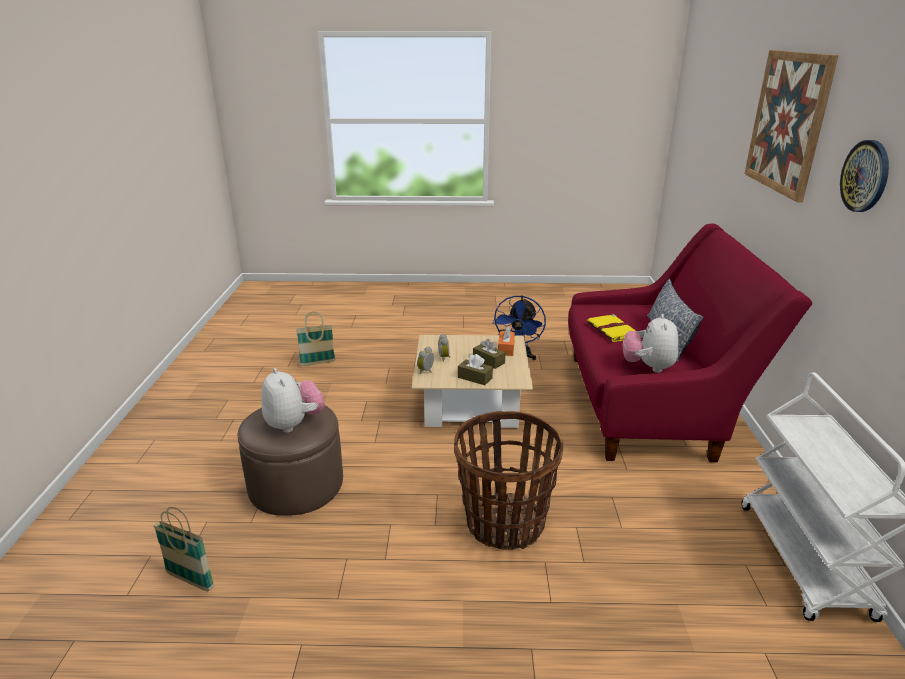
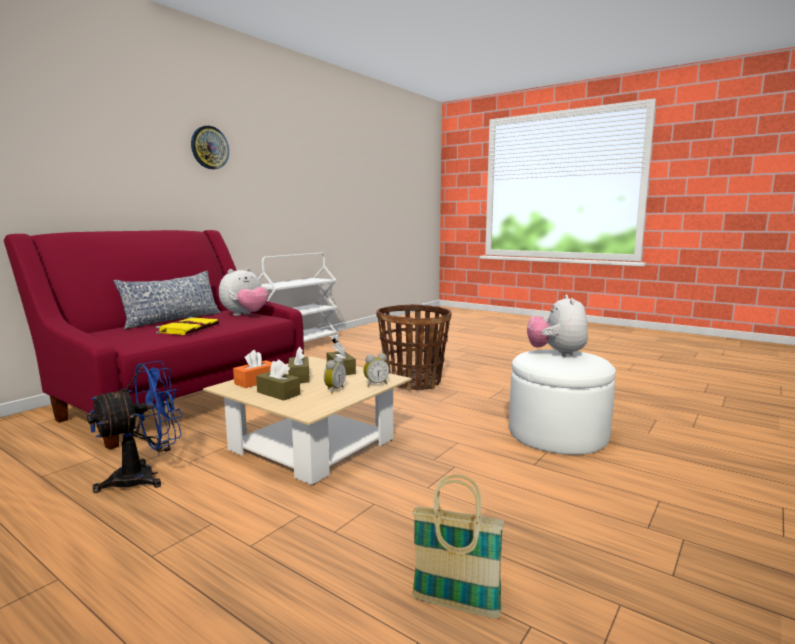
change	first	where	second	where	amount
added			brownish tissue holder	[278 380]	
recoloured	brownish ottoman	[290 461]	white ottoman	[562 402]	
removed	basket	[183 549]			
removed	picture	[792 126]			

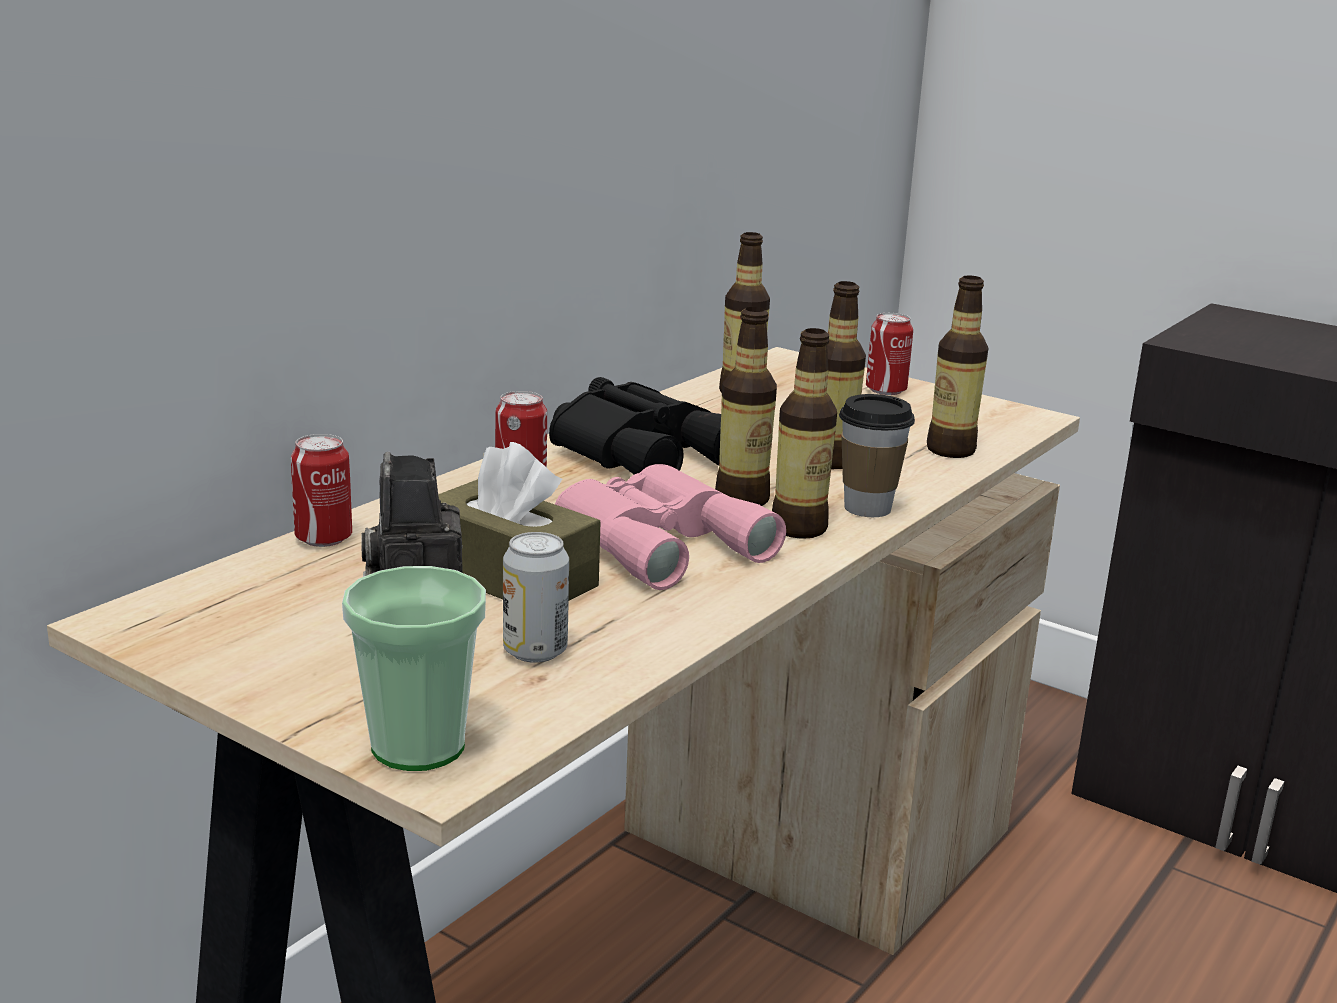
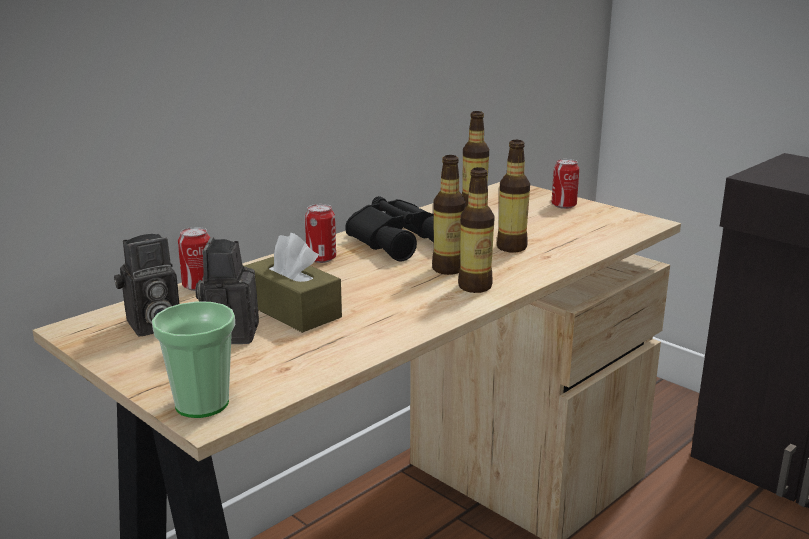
change	first	where	second	where	amount
added			still camera	[146 285]	
removed	can	[536 597]			
removed	pink-coloured field glasses	[670 527]			
removed	cup	[877 455]			
removed	drink bottle	[957 367]			

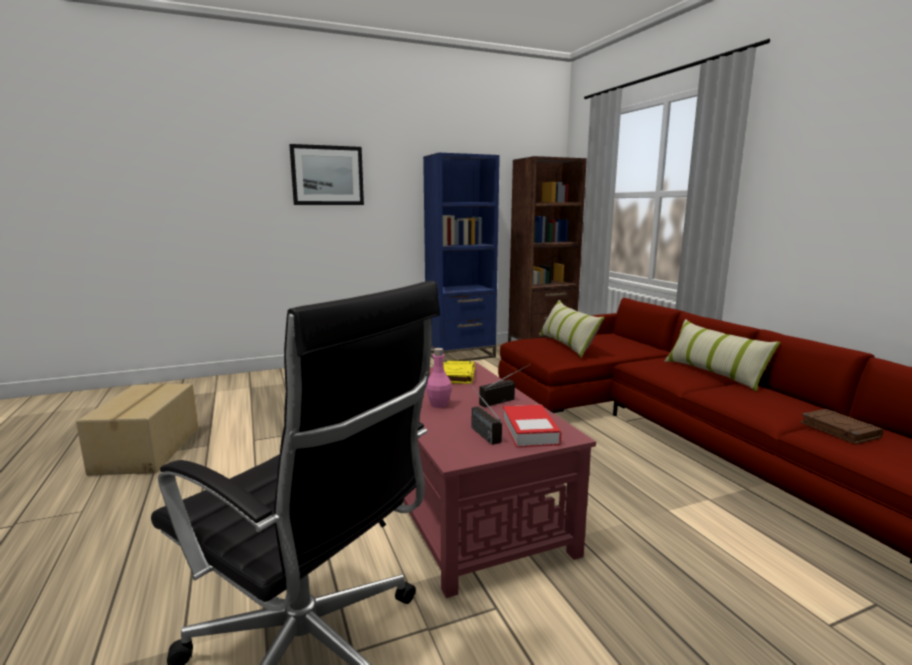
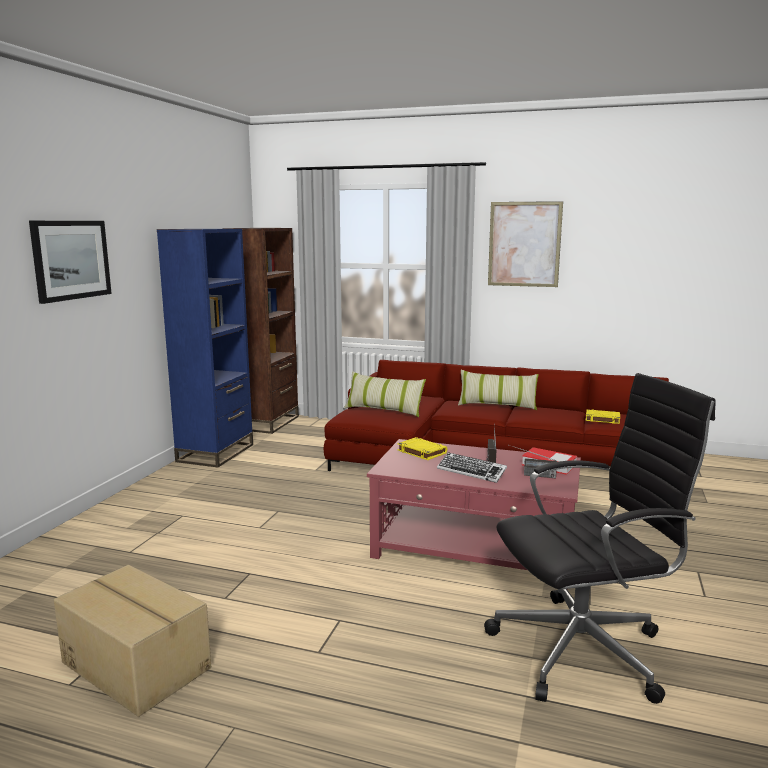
change	first	where	second	where	amount
replaced	pink-coloured drink bottle	[439 378]	PC keyboard	[472 467]	
added			picture	[525 244]	
recoloured	brownish bound book	[841 426]	yellow-coloured bound book	[602 416]	

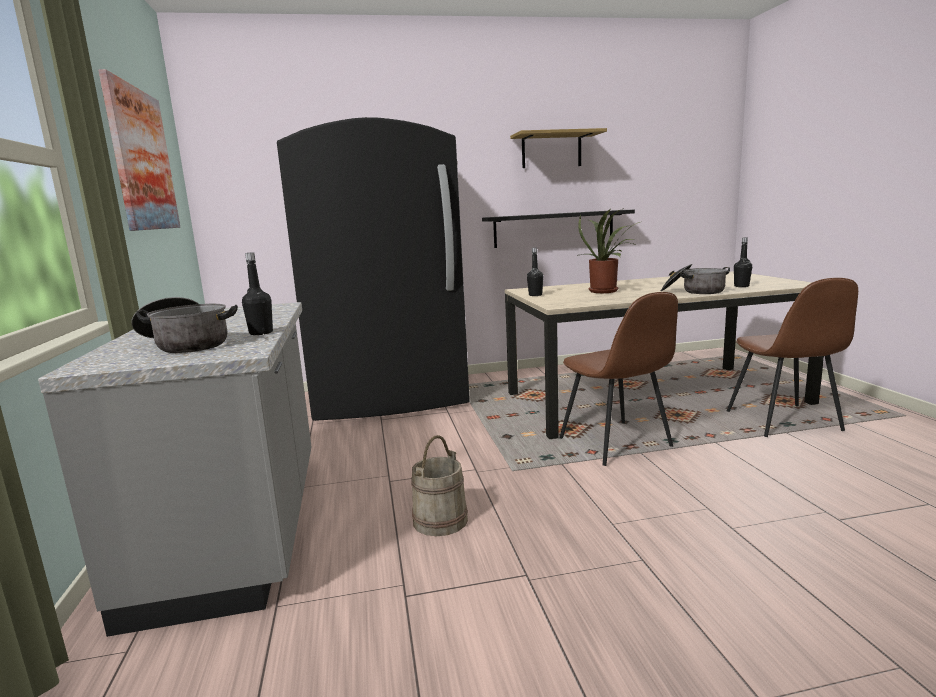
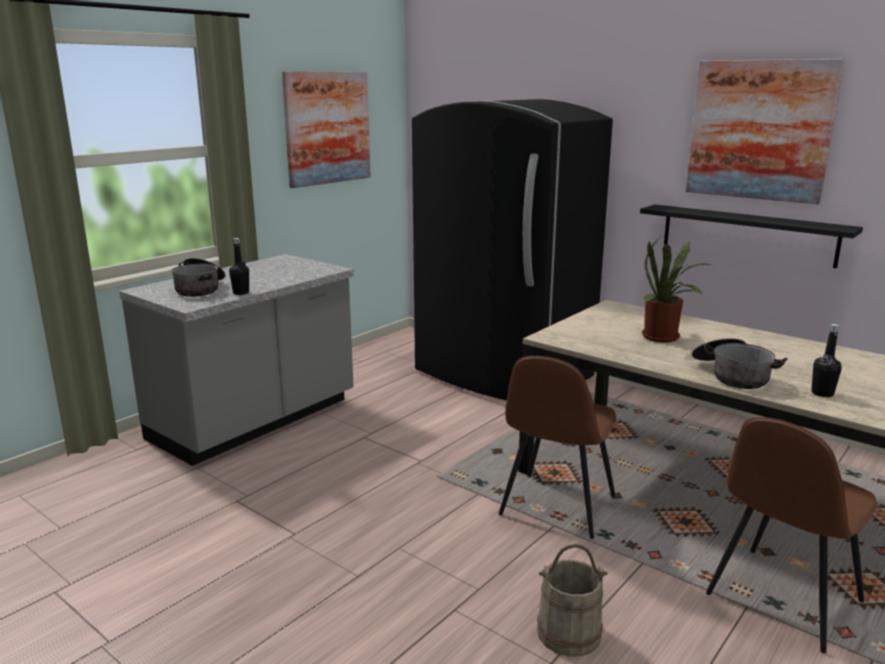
change	first	where	second	where	amount
moved	beige-coloured water bucket	[439 486]		[572 600]	
replaced	wall shelf	[558 148]	picture	[765 132]	
removed	black-coloured drink bottle	[535 272]			

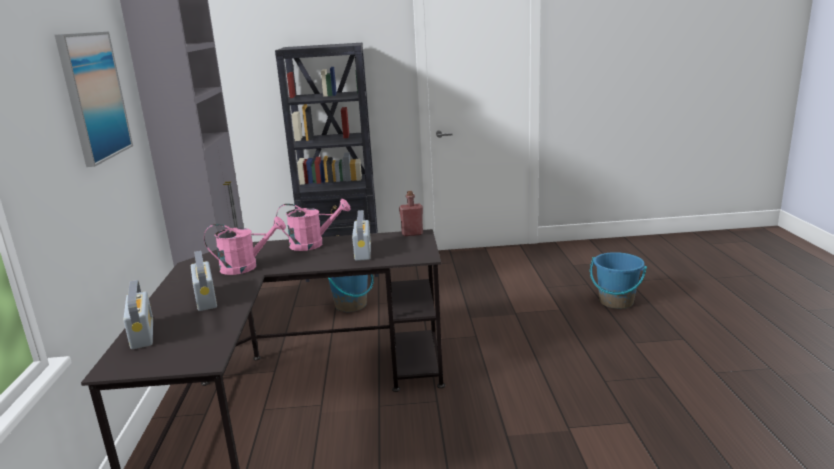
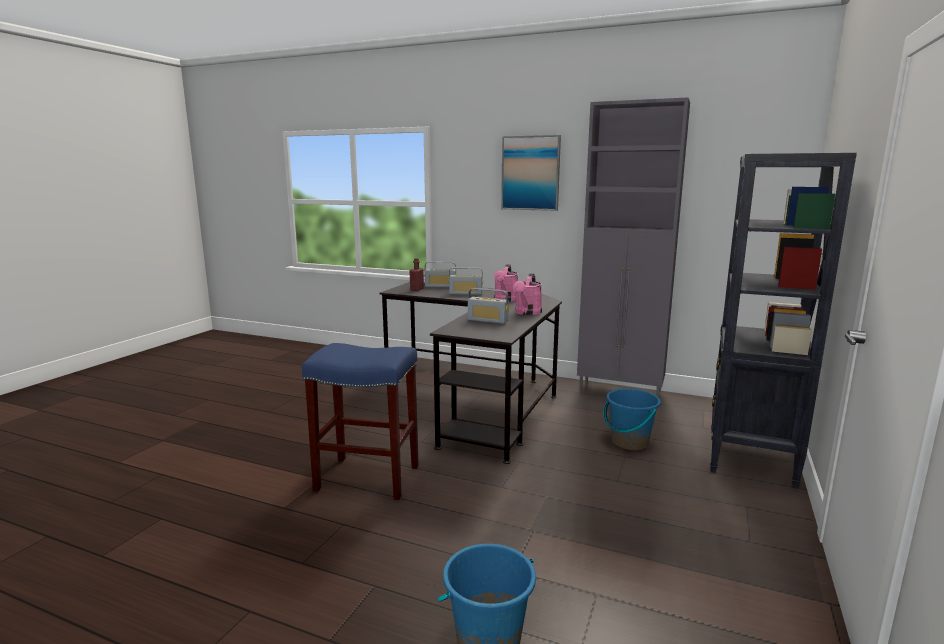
change	first	where	second	where	amount
added			bluish sitting stool	[360 421]	
moved	red drink bottle	[411 213]		[416 274]	

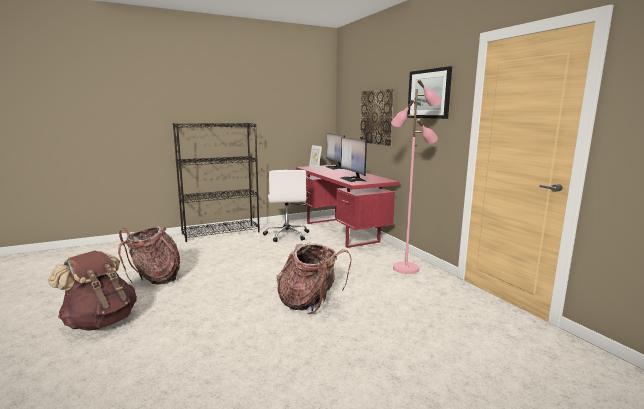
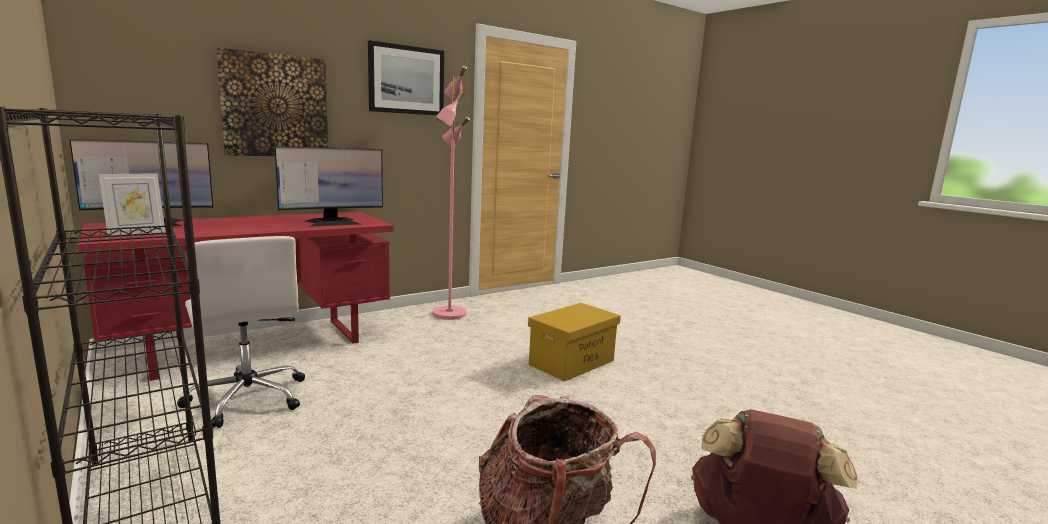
change	first	where	second	where	amount
turned	white office chair	[286 206]		[241 332]	75 degrees clockwise
replaced	backpack	[314 278]	yellow-coloured storage box	[574 342]	

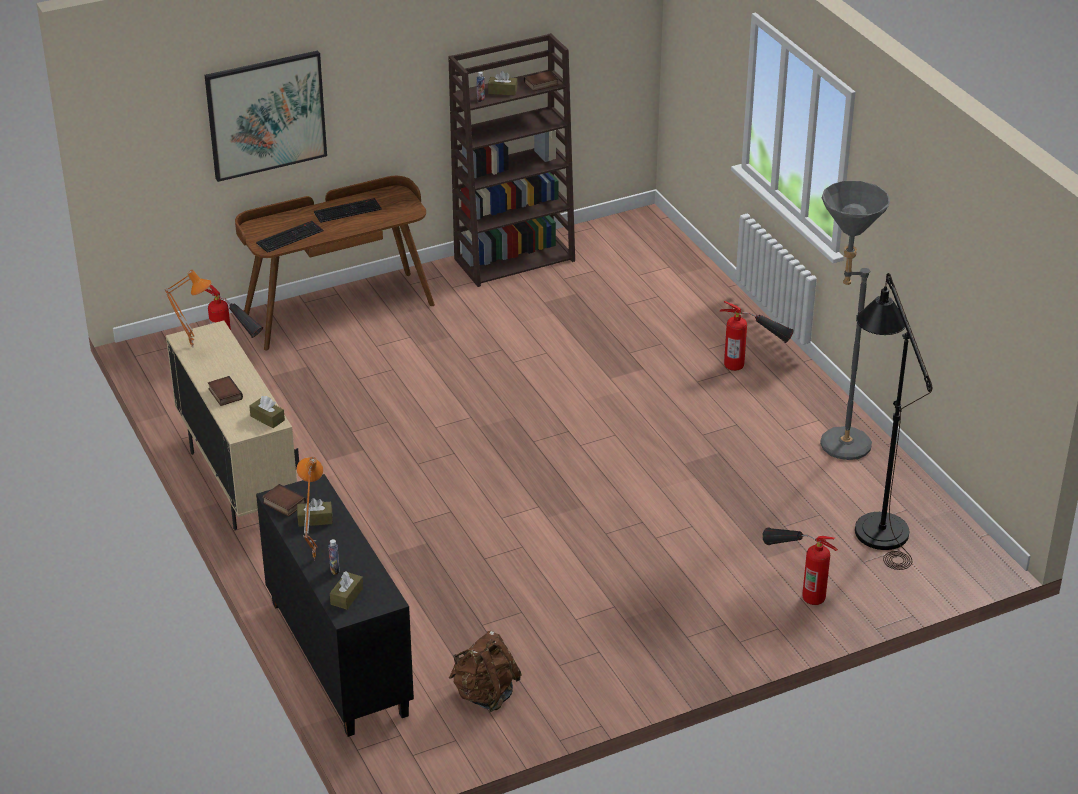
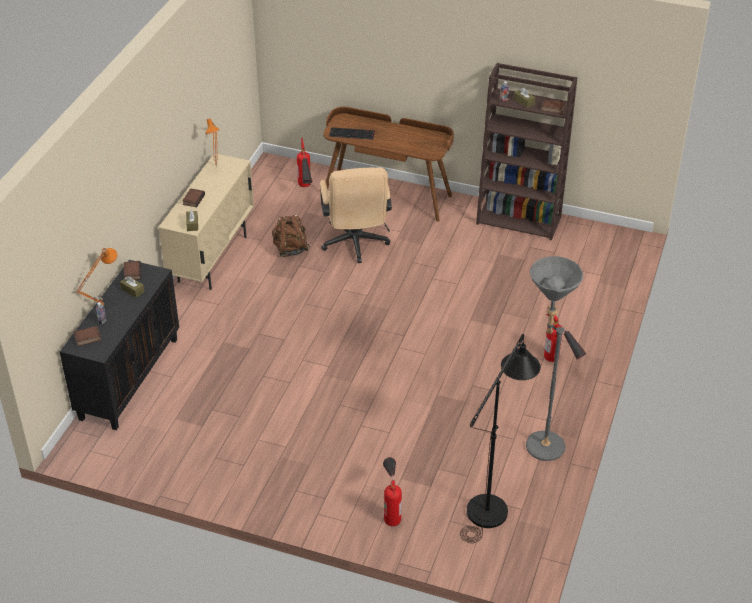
change	first	where	second	where	amount
replaced	brownish tissue holder	[346 590]	bound book	[87 335]	
moved	brownish backpack	[485 671]		[291 235]	
added			beige-coloured office chair	[356 215]	
removed	picture	[266 116]			
removed	PC keyboard	[348 210]			

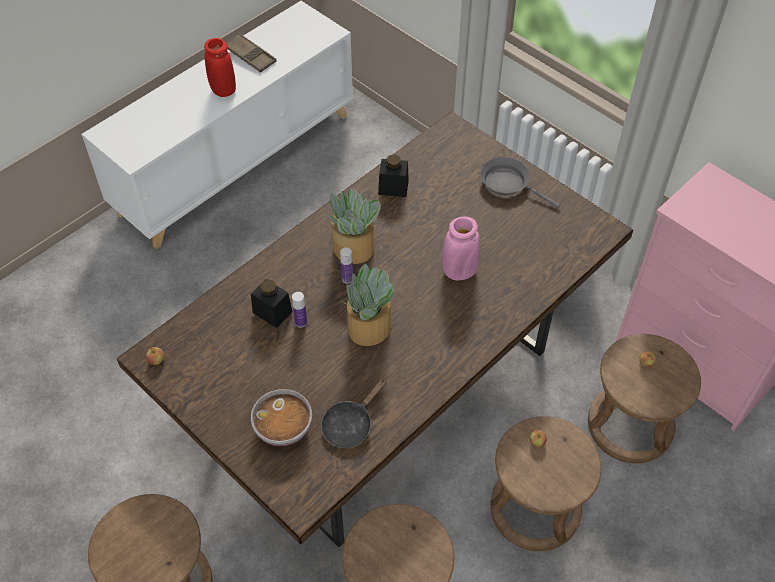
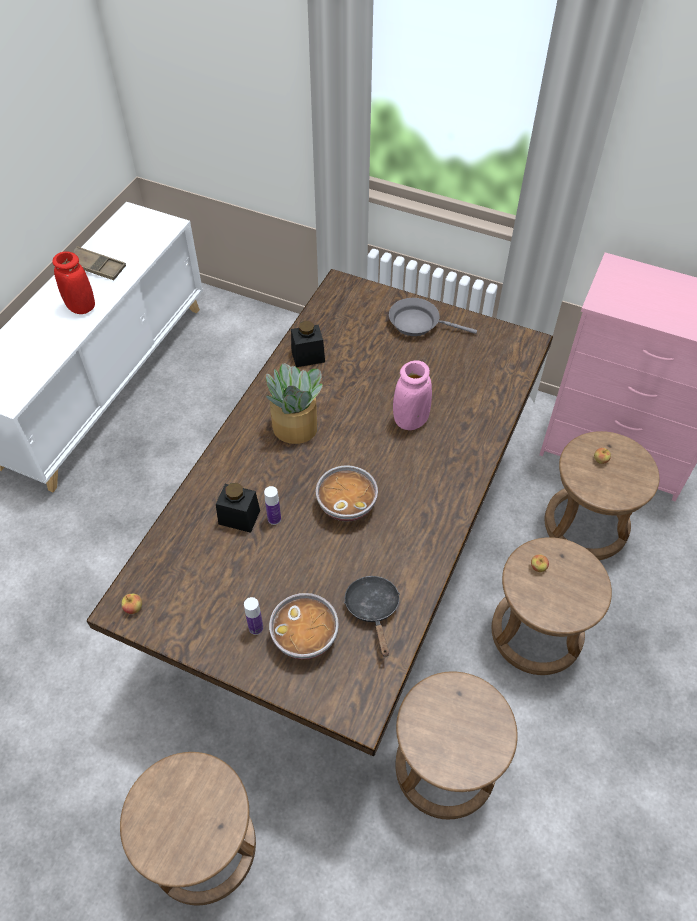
change	first	where	second	where	amount
moved	drink bottle	[346 265]		[253 616]	
replaced	potted plant	[368 304]	deep dish	[347 493]	
turned	black-coloured pan	[354 413]		[372 616]	150 degrees clockwise

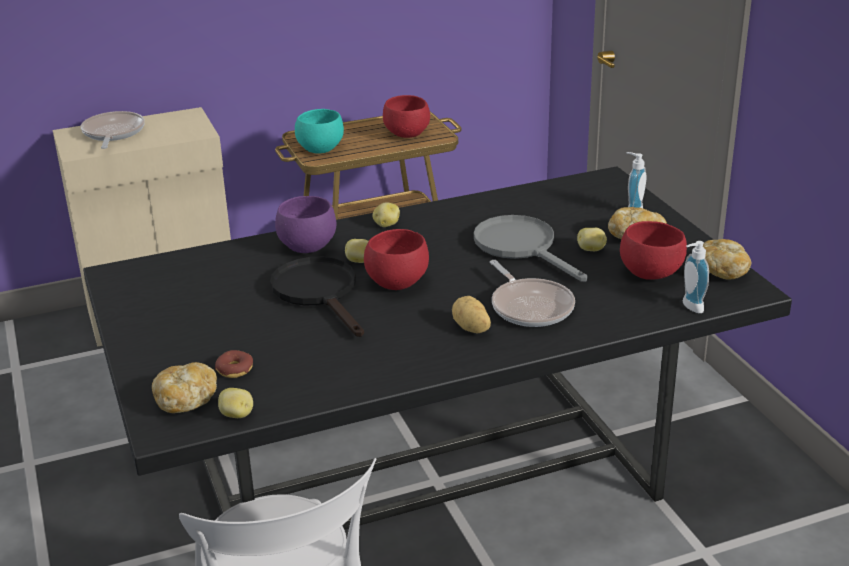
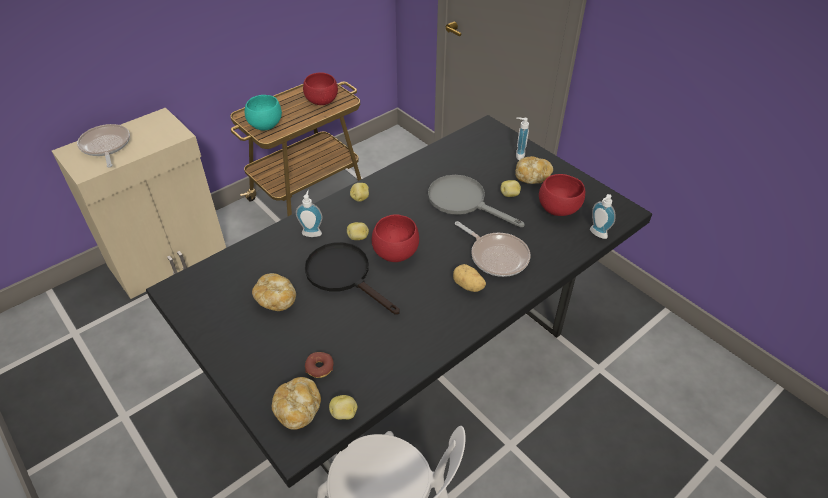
change	first	where	second	where	amount
moved	bread	[727 259]		[274 292]	
replaced	purple-coloured deep dish	[305 224]	liquid soap bottle	[309 213]	

